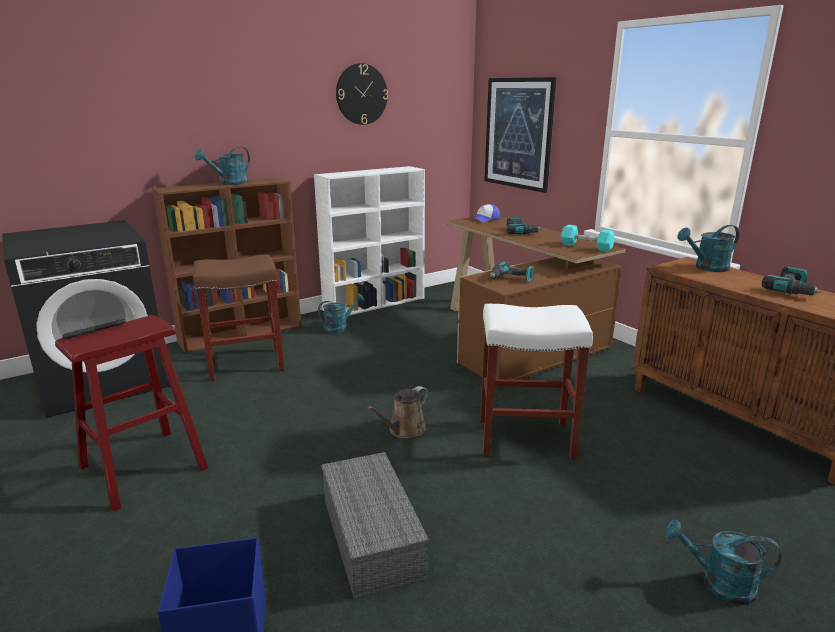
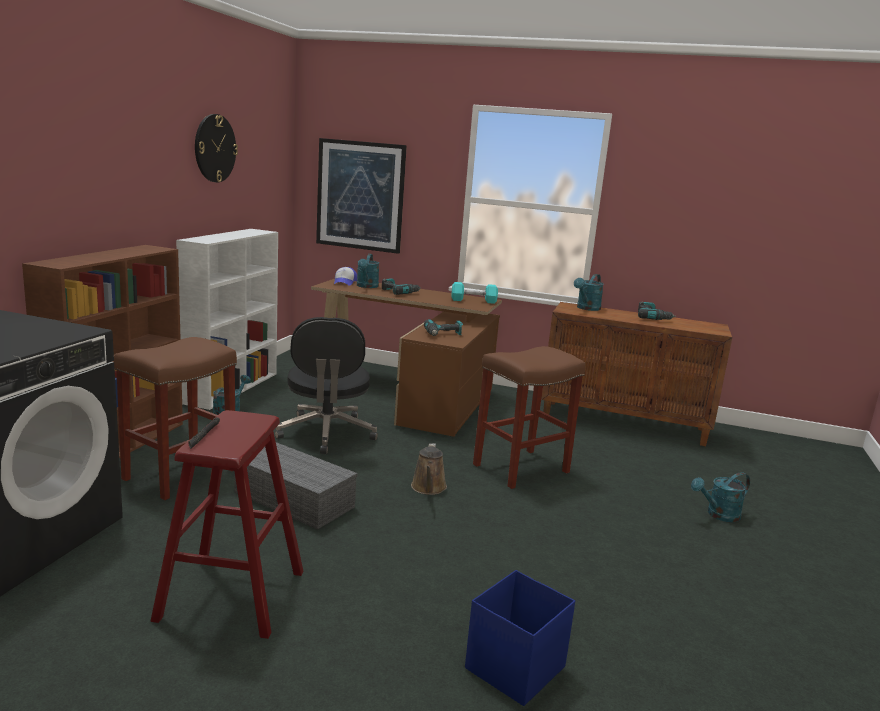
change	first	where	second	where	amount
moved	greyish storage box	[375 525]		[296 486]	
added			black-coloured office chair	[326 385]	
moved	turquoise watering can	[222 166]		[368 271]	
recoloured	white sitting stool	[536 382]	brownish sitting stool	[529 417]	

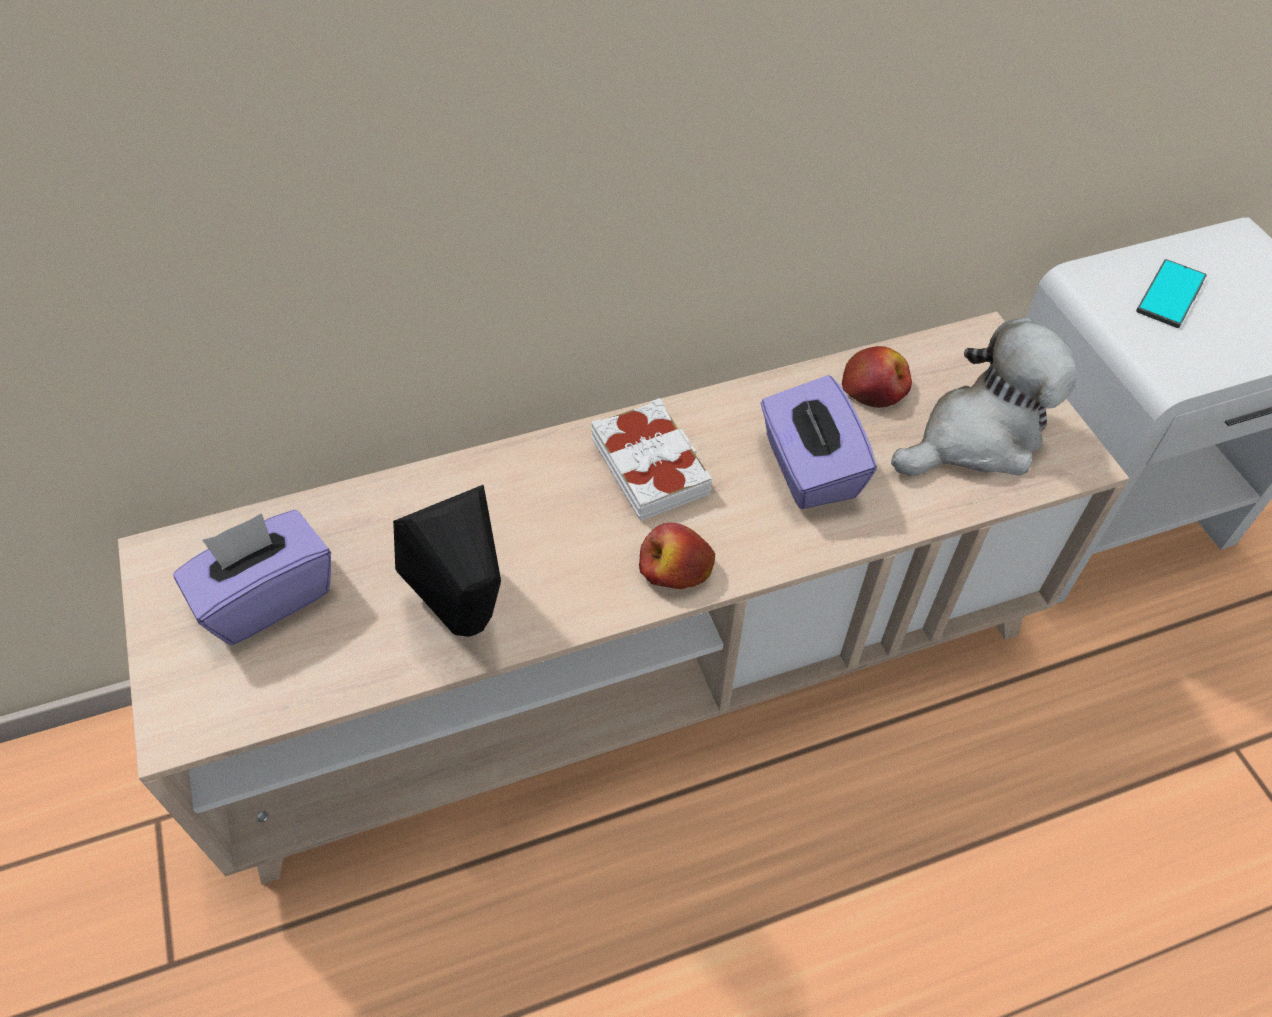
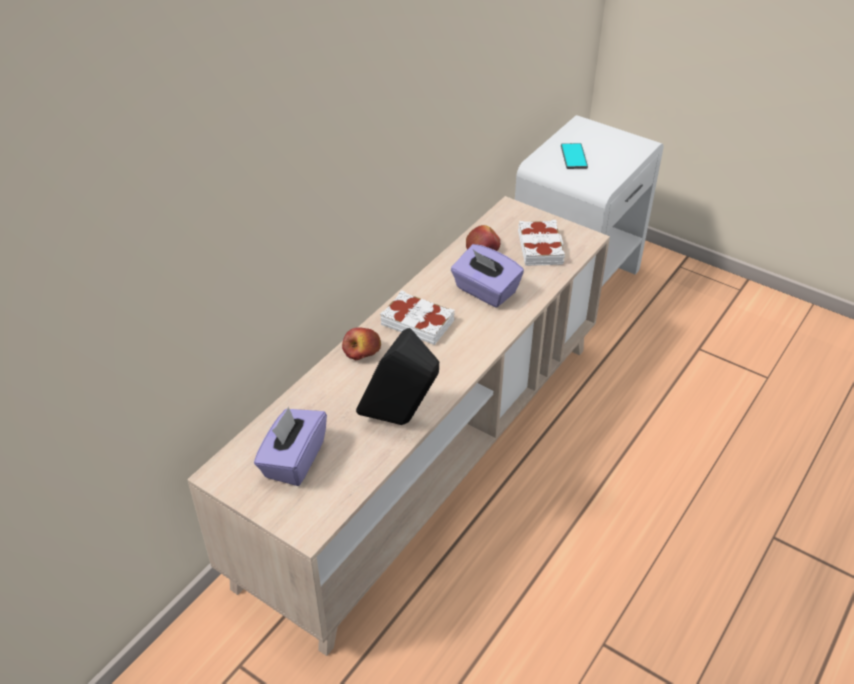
change	first	where	second	where	amount
moved	apple	[677 556]		[361 343]	
replaced	plush toy	[984 397]	white bound book	[541 243]	

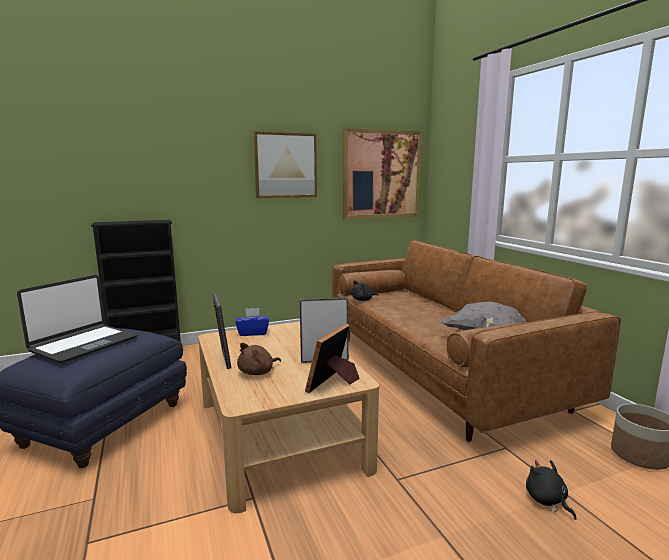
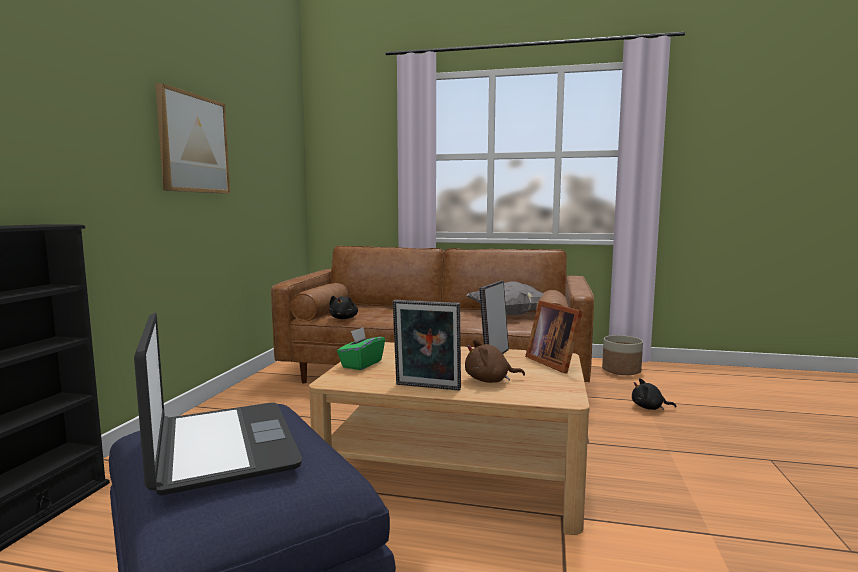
change	first	where	second	where	amount
recoloured	bluish tissue holder	[252 322]	green-coloured tissue holder	[361 348]	
turned	brownish plush toy	[259 359]		[495 361]	90 degrees clockwise
removed	picture	[382 173]			

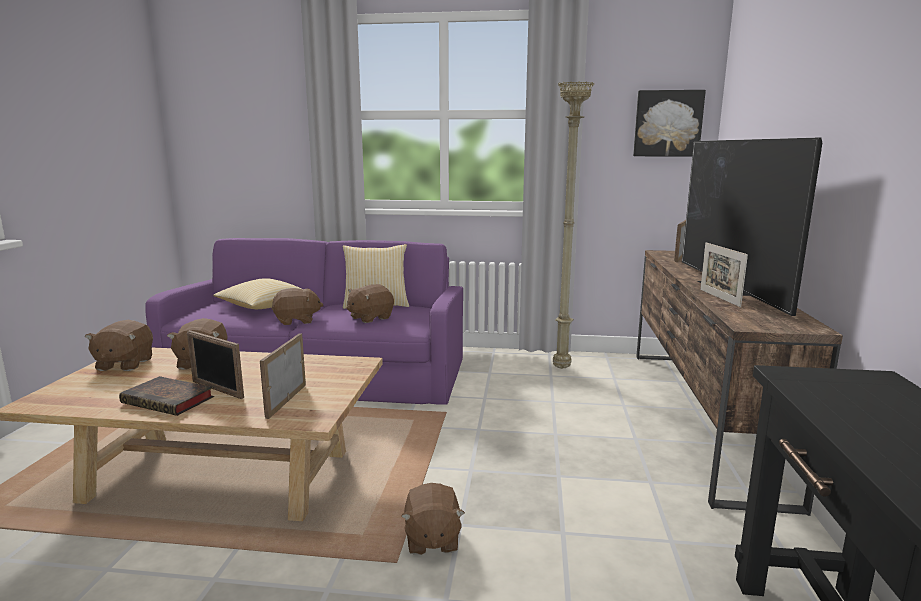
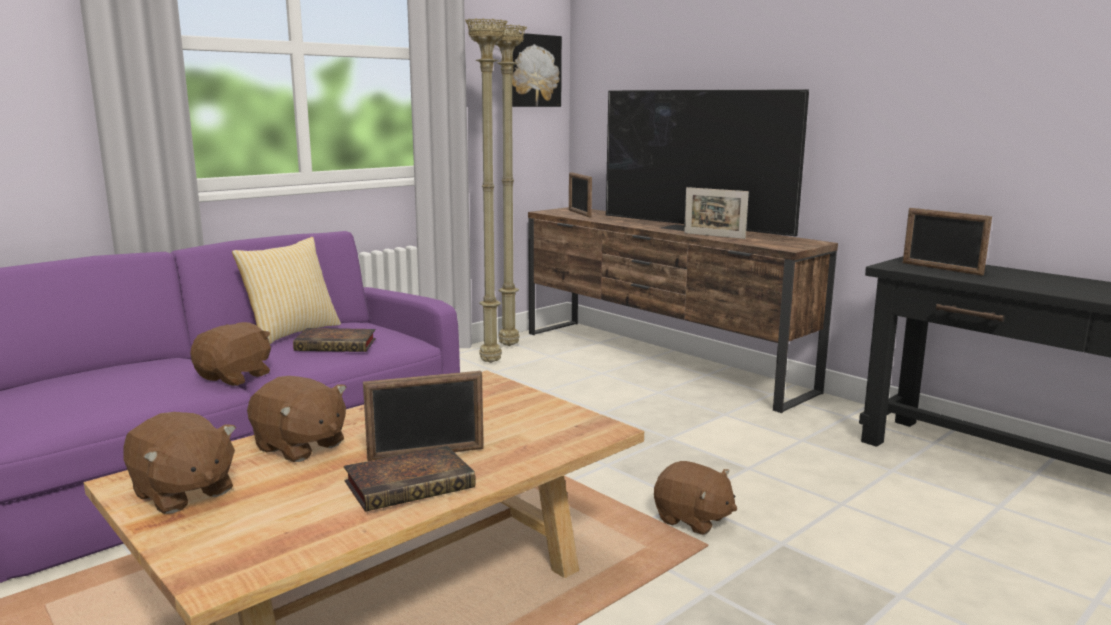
change	first	where	second	where	amount
replaced	brownish plush toy	[370 303]	bound book	[334 340]	
added			beige-coloured floor lamp	[511 185]	
moved	photo frame	[283 376]		[947 242]	
removed	throw pillow	[257 293]			

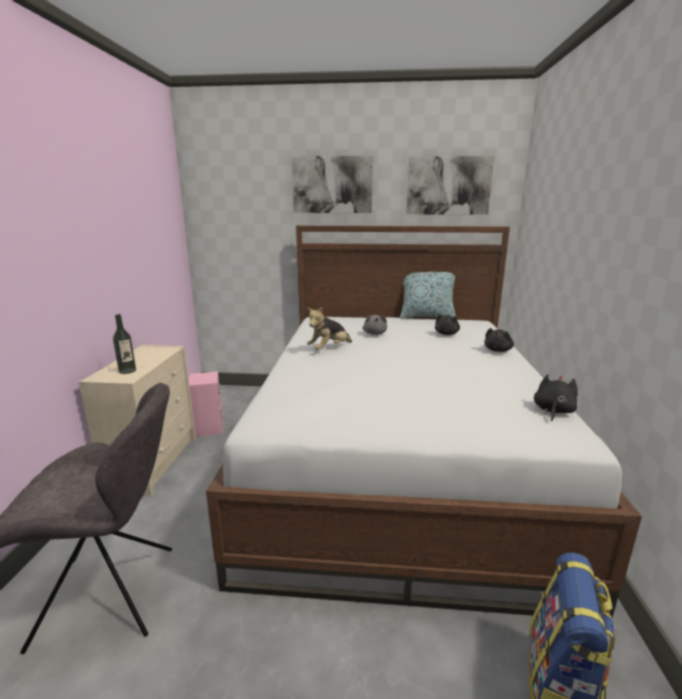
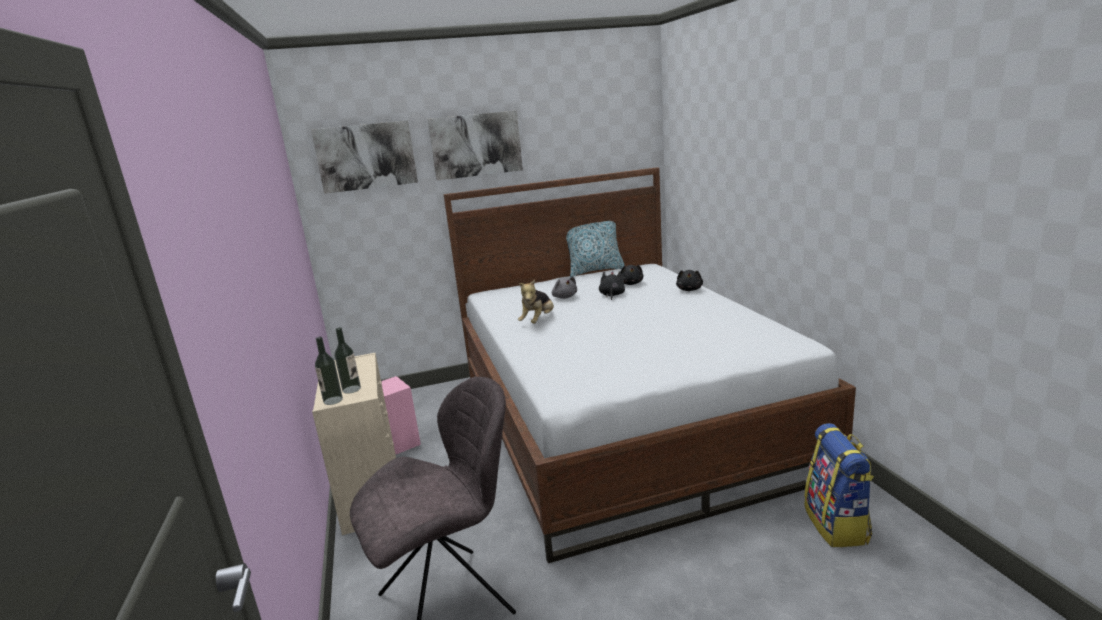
change	first	where	second	where	amount
moved	picture	[450 185]		[364 157]	
added			drink bottle	[329 371]	
moved	black-coloured plush toy	[556 397]		[612 285]	

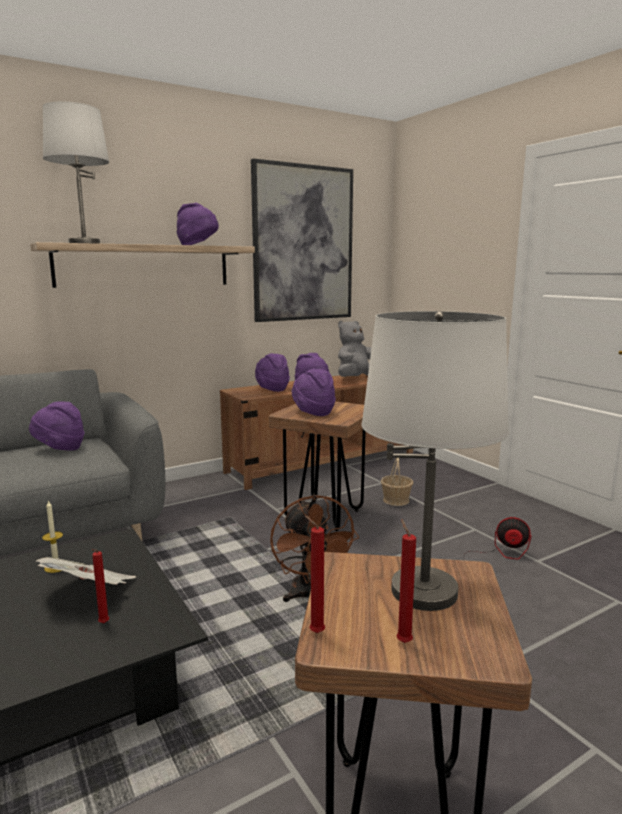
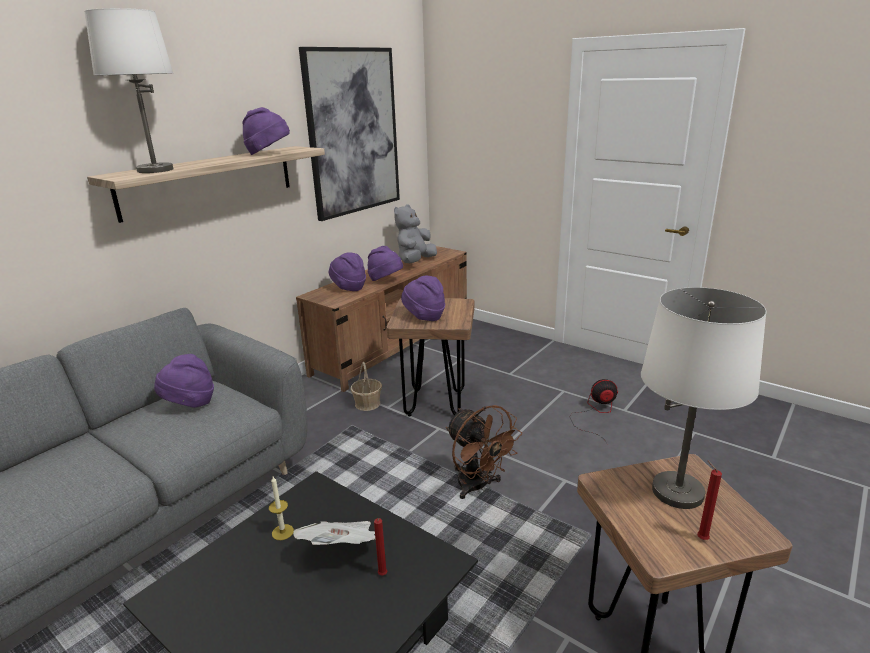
change	first	where	second	where	amount
moved	basket	[397 482]		[366 386]	
removed	red candle	[315 574]			

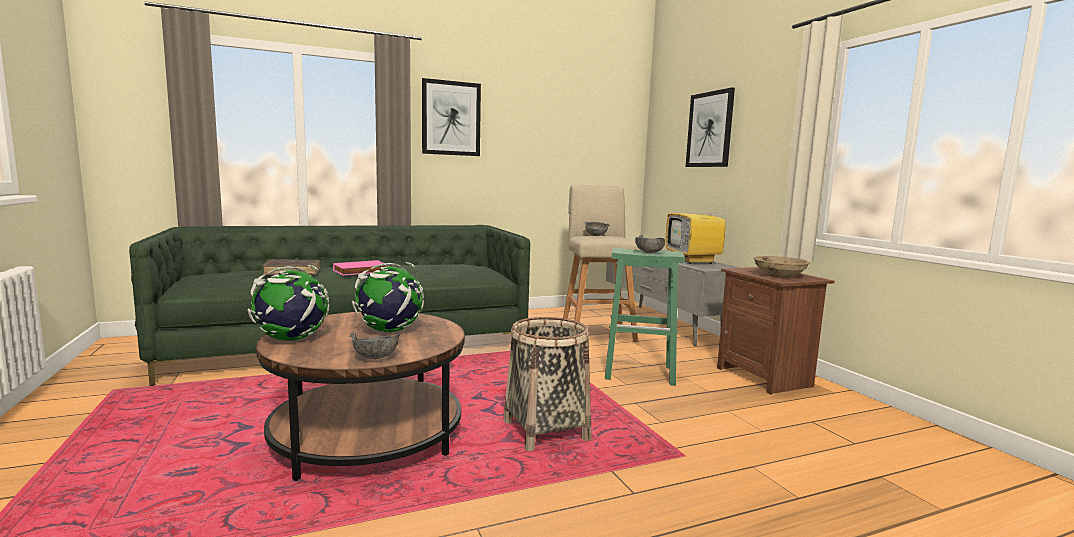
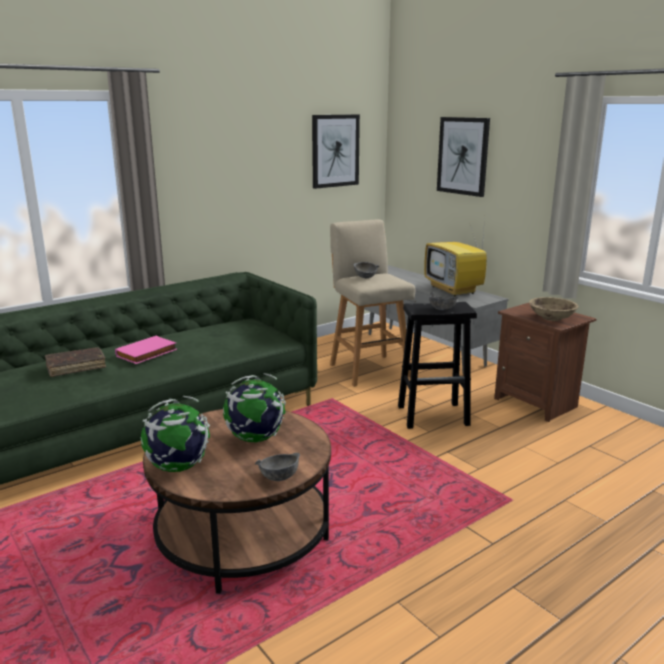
change	first	where	second	where	amount
moved	picture	[451 117]		[336 151]	
recoloured	green-coloured sitting stool	[645 317]	black-coloured sitting stool	[437 365]	
removed	basket	[547 384]			

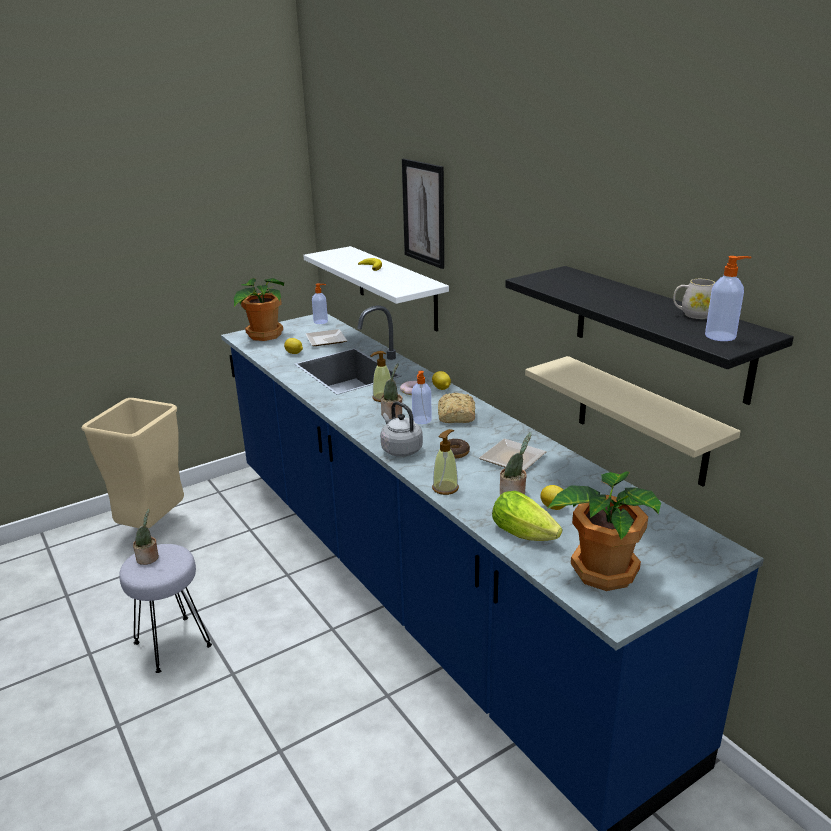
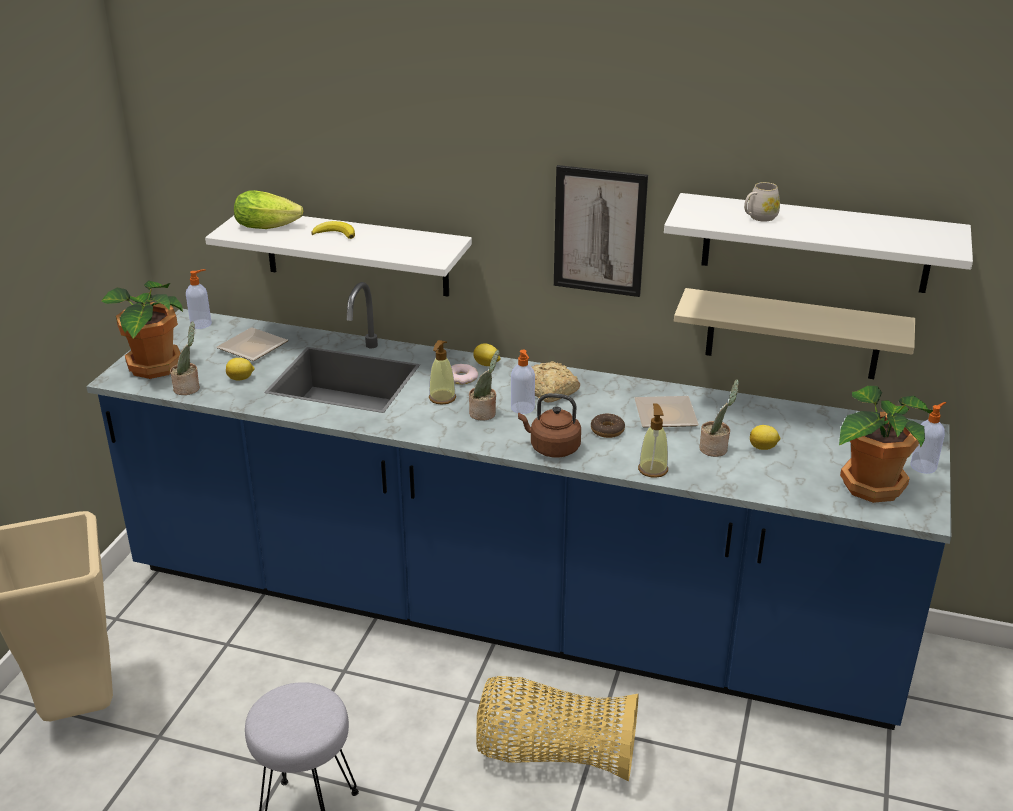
change	first	where	second	where	amount
moved	potted plant	[146 537]		[185 358]	
moved	head of lettuce	[527 516]		[268 209]	
added			basket	[557 728]	
recoloured	greyish tea kettle	[401 429]	brownish tea kettle	[549 425]	
moved	picture	[423 214]		[601 231]	
recoloured	black-coloured wall shelf	[649 335]	white wall shelf	[818 243]	
moved	white mug	[694 299]		[762 202]	
moved	liquid soap bottle	[728 298]		[928 438]	

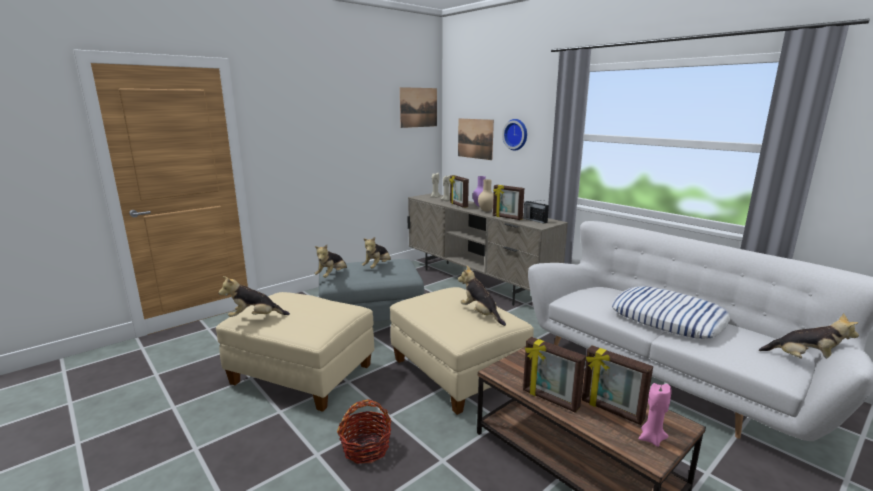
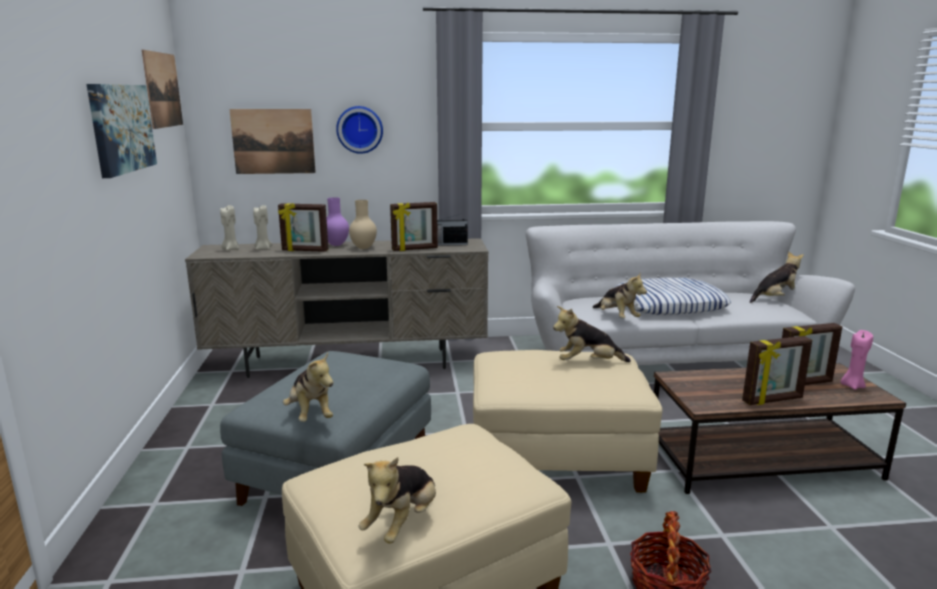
change	first	where	second	where	amount
added			picture	[121 131]	
moved	plush toy	[376 252]		[619 295]	

